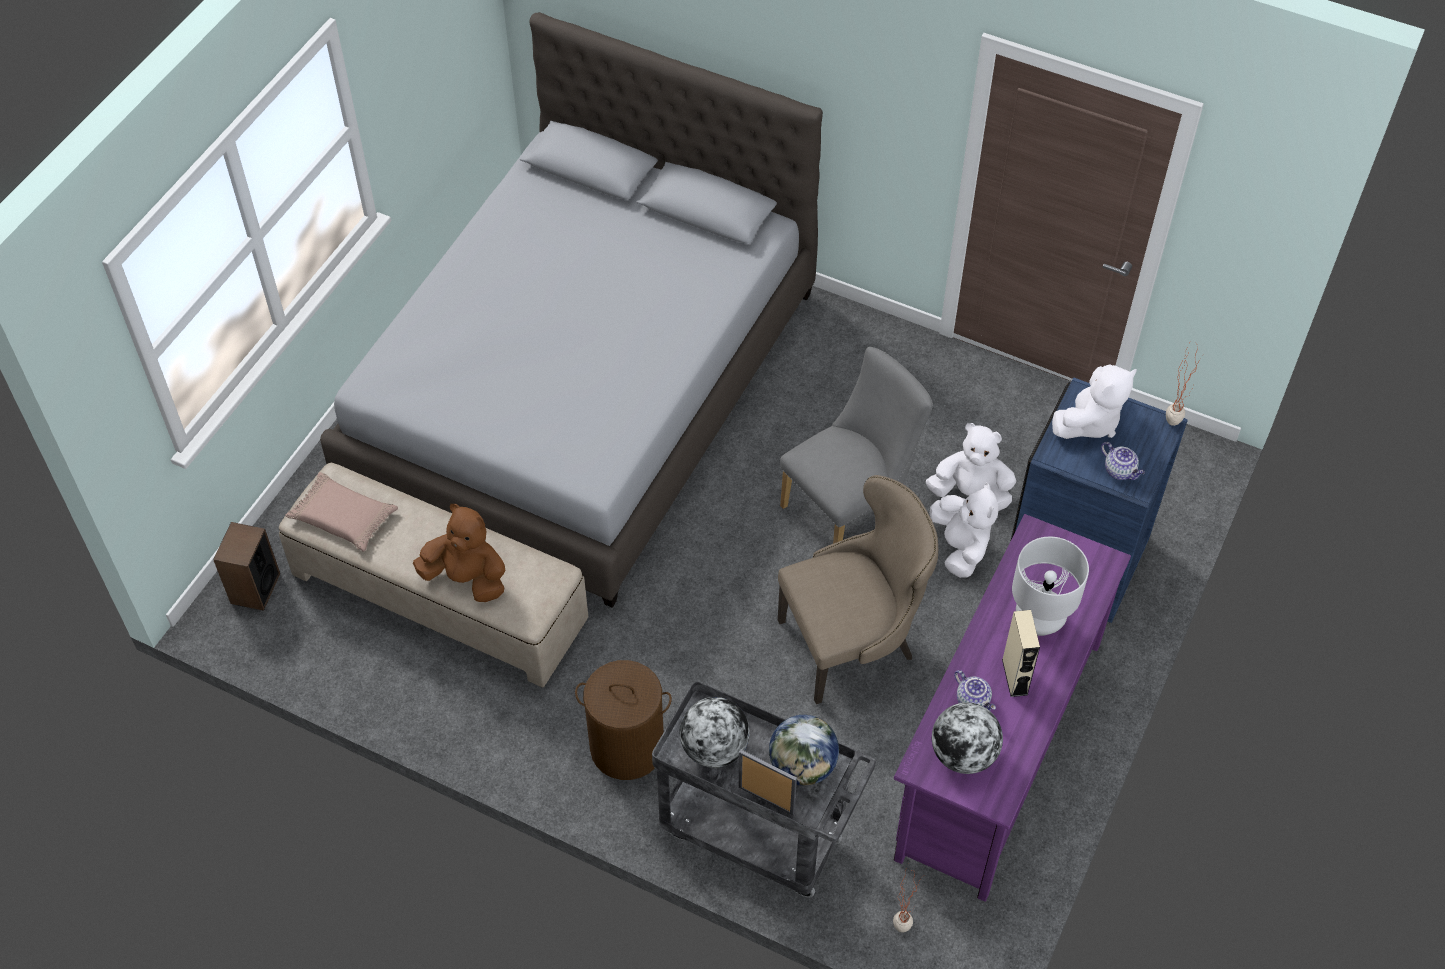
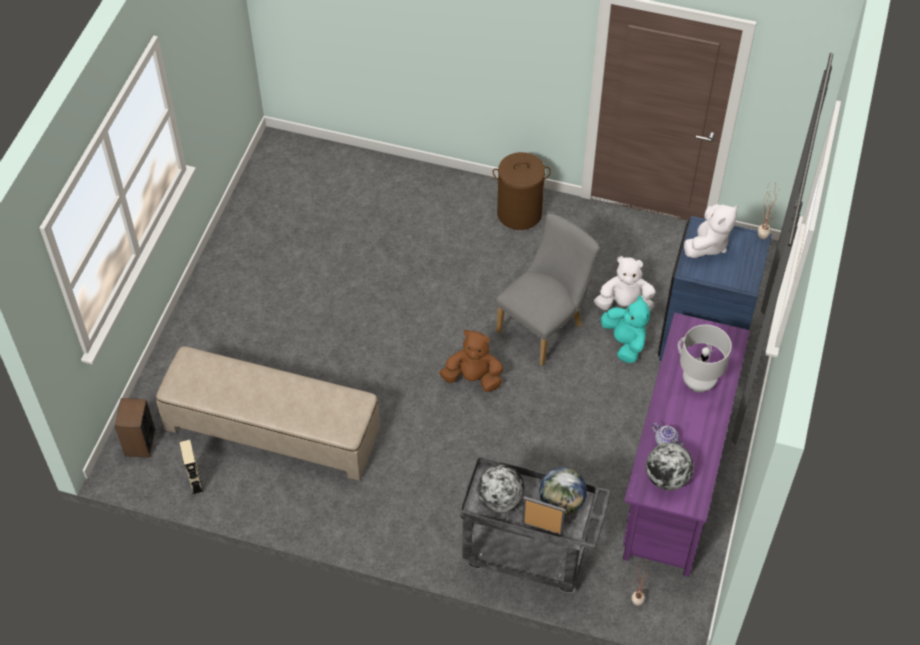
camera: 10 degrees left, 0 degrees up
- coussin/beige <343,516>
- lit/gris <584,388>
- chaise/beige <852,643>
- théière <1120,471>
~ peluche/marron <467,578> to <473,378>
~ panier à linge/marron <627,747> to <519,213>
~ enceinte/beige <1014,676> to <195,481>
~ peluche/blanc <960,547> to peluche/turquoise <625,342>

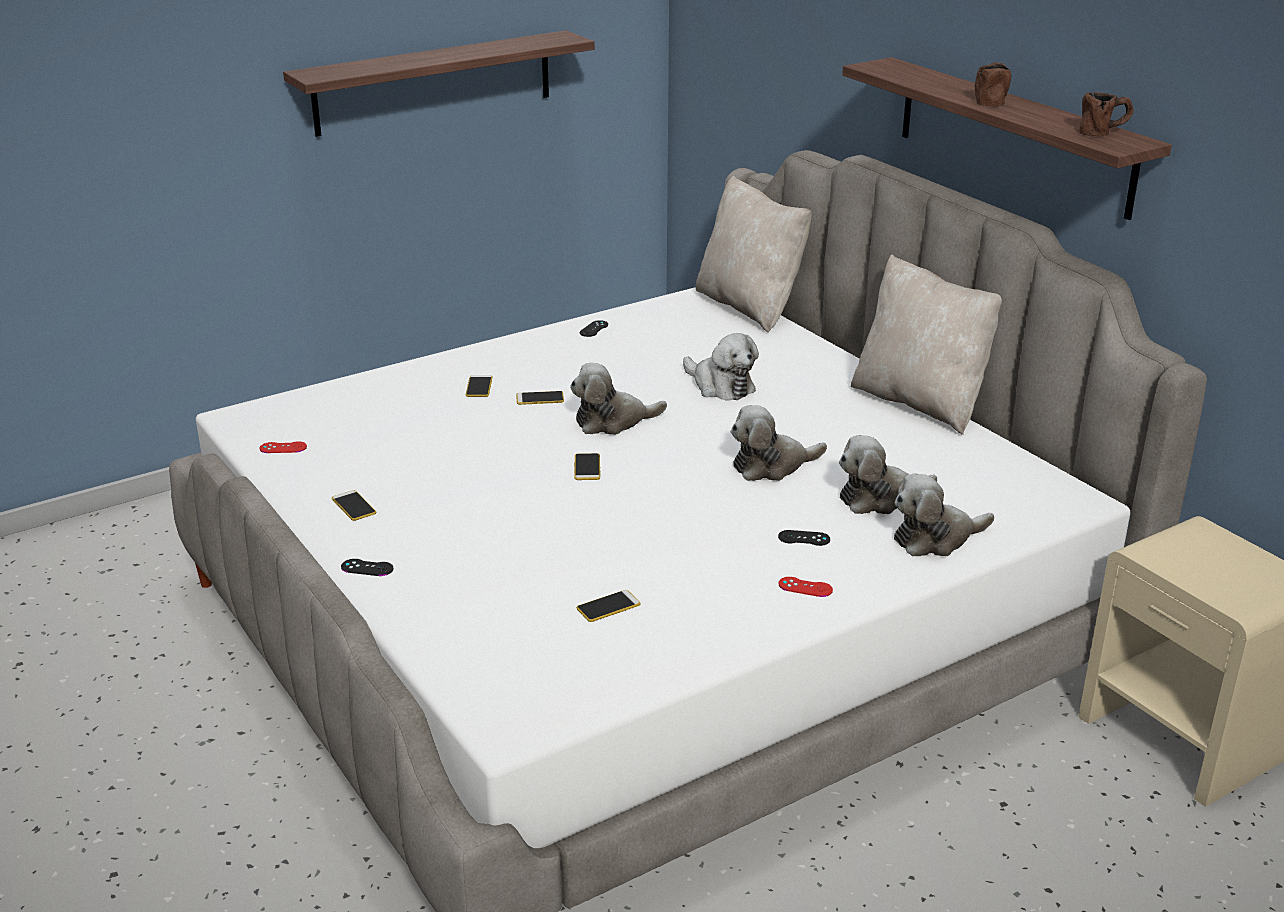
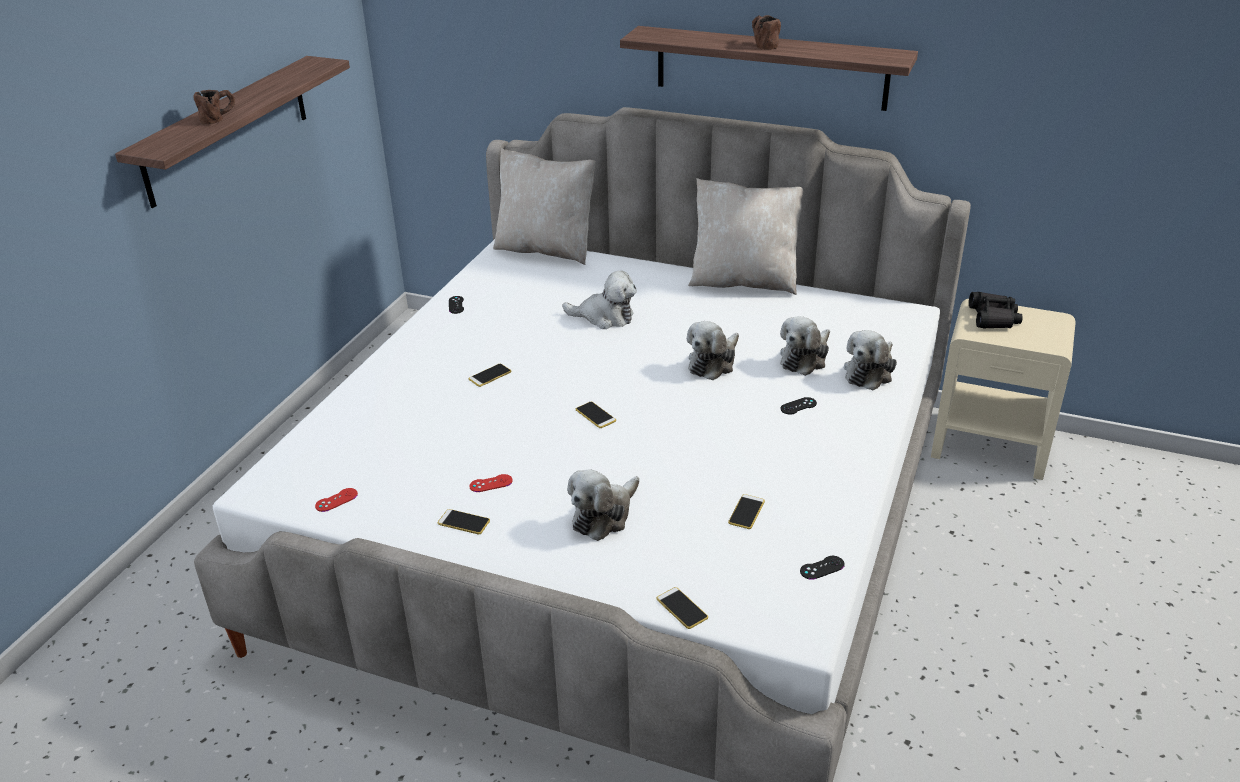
camera: 35 degrees left, 5 degrees up
+ jumelles/noir <993,318>
~ manette/noir <367,568> to <822,568>
~ téléphone <479,386> to <682,608>
~ peluche <613,421> to <604,515>
~ manette/rouge <805,587> to <491,483>
~ mug/marron <1104,132> to <219,119>

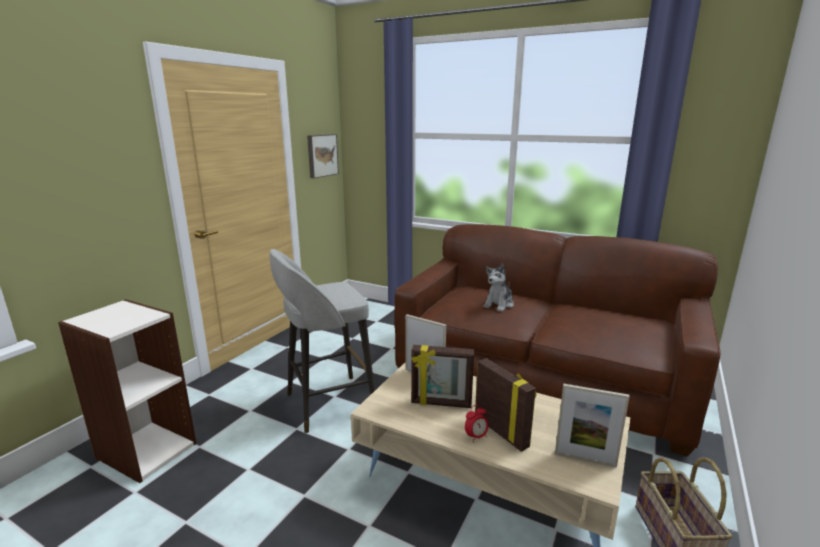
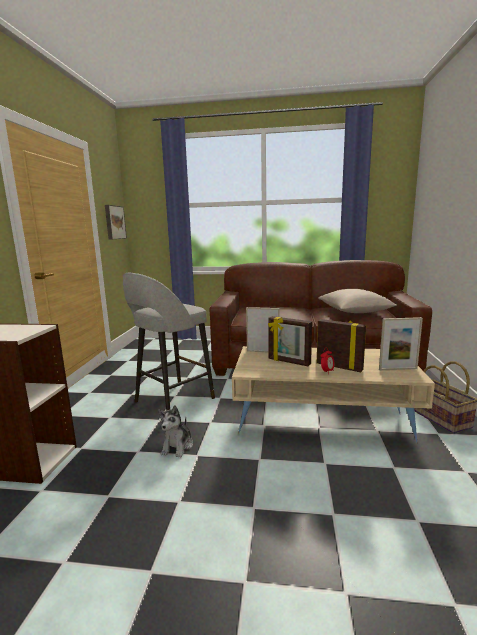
camera: 20 degrees left, 5 degrees down
+ coussin/beige <354,311>
~ peluche <499,304> to <177,446>
~ cadre photo <441,404> = <288,362> 45 degrees clockwise

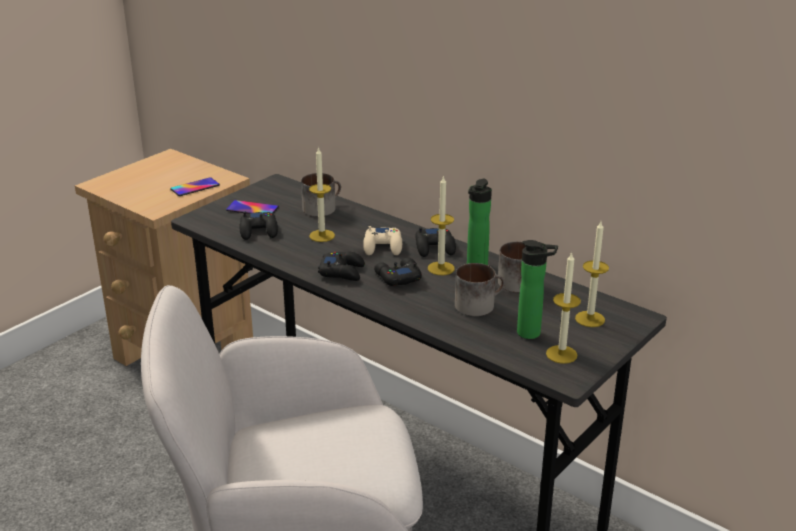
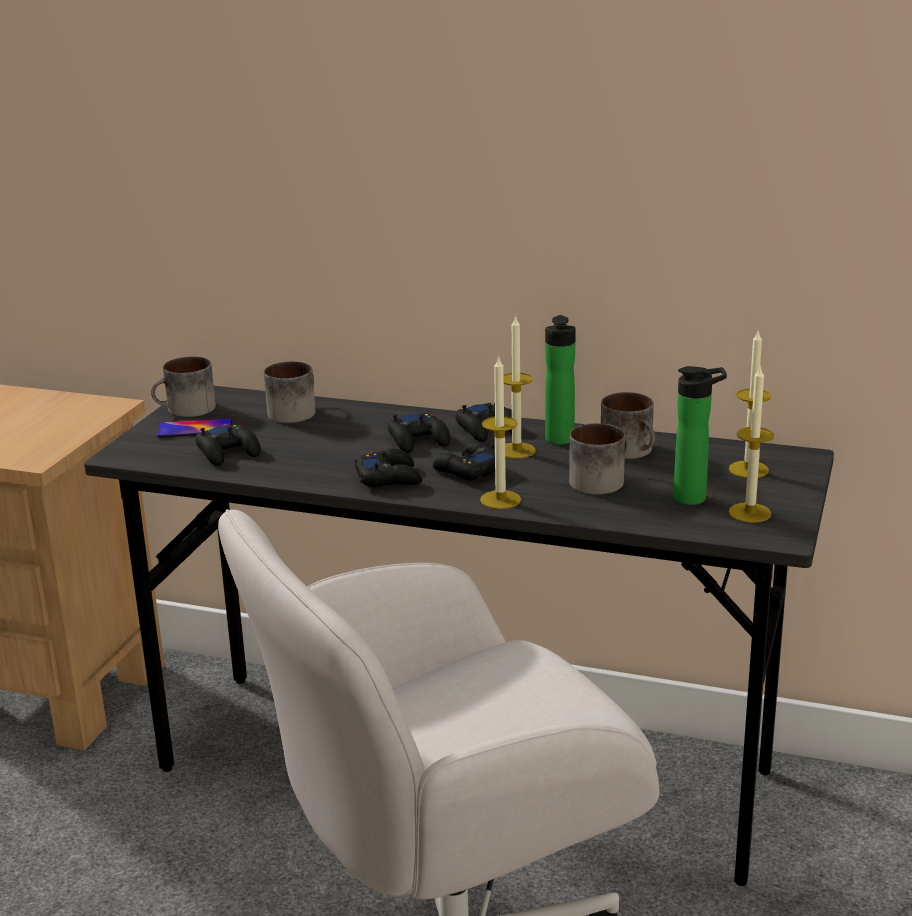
camera: 20 degrees left, 5 degrees down
- téléphone <195,187>
+ mug <186,410>
~ bougie <322,236> to <500,499>
~ manette/beige <383,246> to manette/noir <418,440>

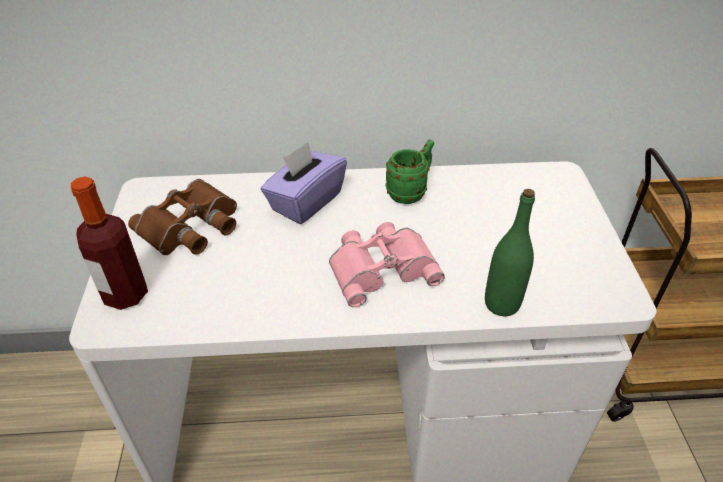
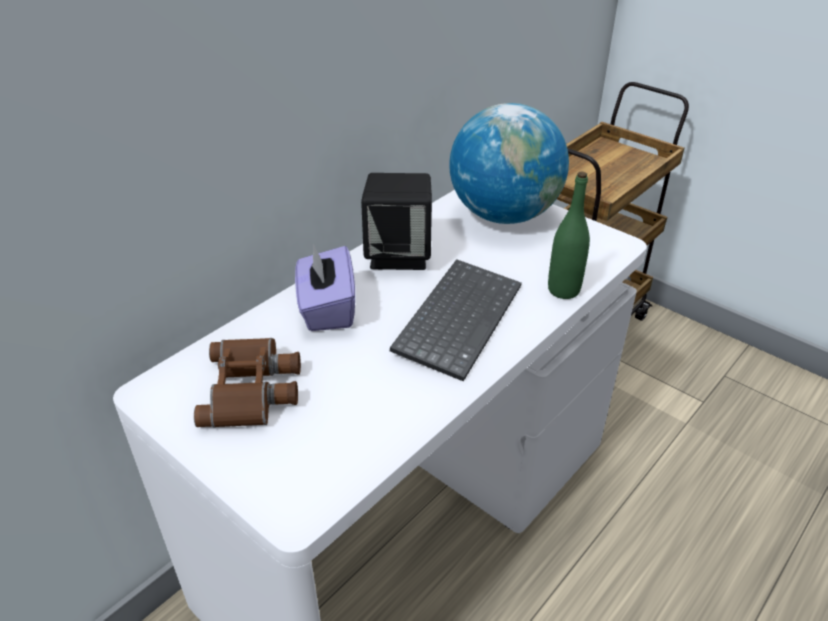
camera: 45 degrees left, 5 degrees down
- bouteille <125,294>
+ globe <504,215>
~ jumelles/rose <382,267> to clavier <457,317>
~ mug/vert <410,192> to enceinte/noir <399,255>

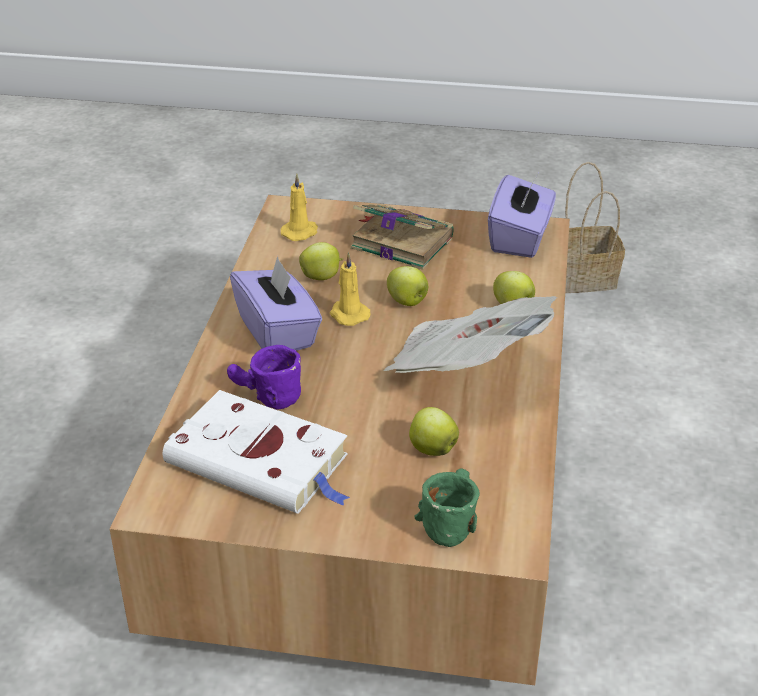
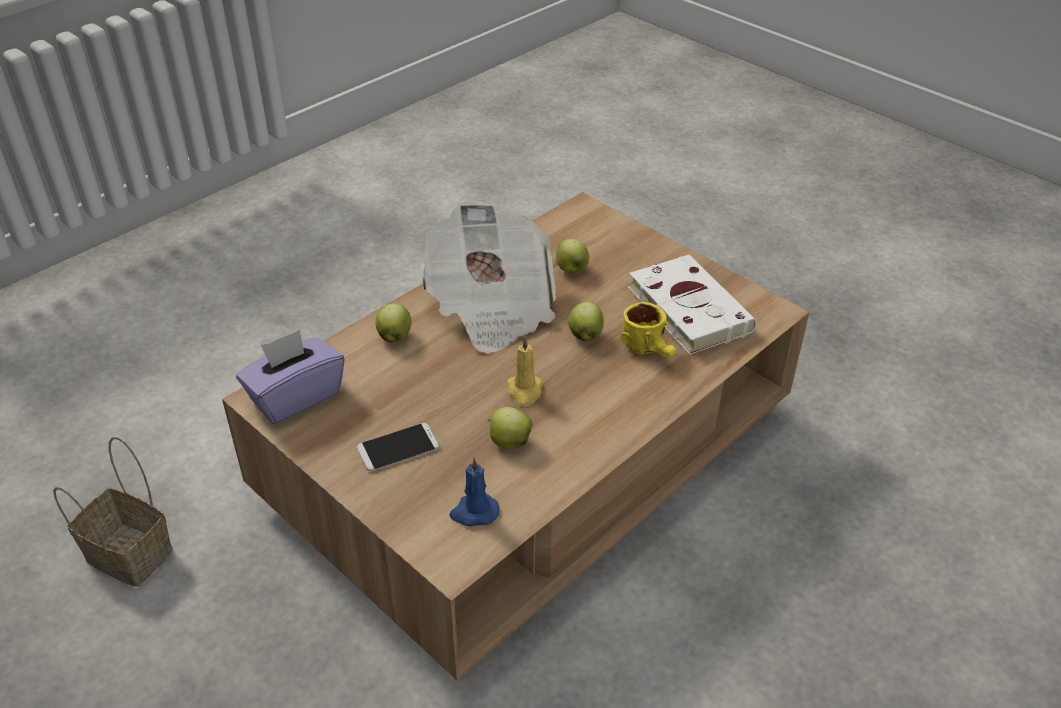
camera: 145 degrees left, 5 degrees up
- boîte à mouchoirs/violet <278,332>
- mug/vert <448,519>
~ pomme <408,302> to <585,335>
~ livre <400,242> to téléphone <398,448>
~ mug/violet <264,397> to mug/jaune <651,351>
~ bougie/jaune <300,232> to bougie/bleu <474,512>

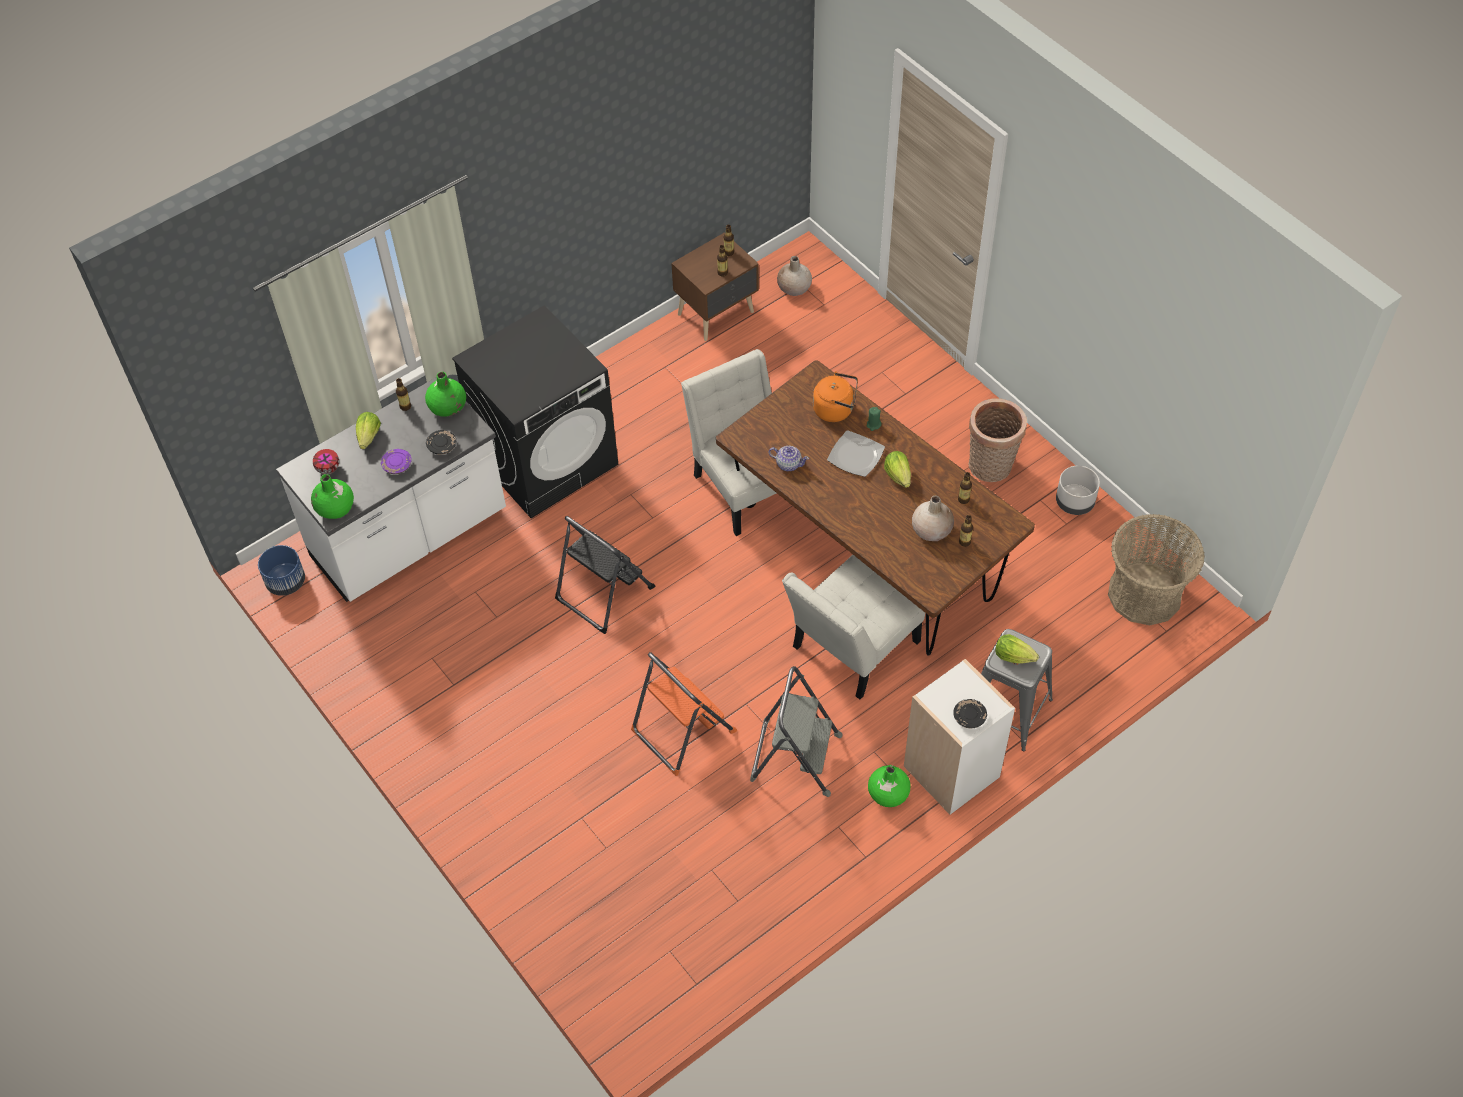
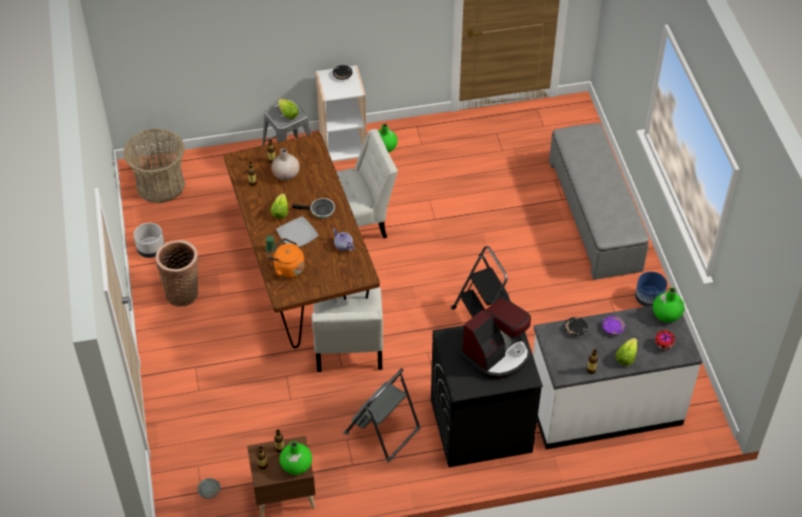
camera: 155 degrees left, 5 degrees down
- escabeau/orange <679,732>
+ poêle <320,210>
+ machine à café <497,354>
+ banc/gris <595,215>
~ cache-pot/bleu <285,582> to <649,299>
~ vase/vert <448,407> to <296,465>
~ escabeau/gris <792,756> to <384,432>
~ vase/beige <794,288> to assiette/gris <209,490>

